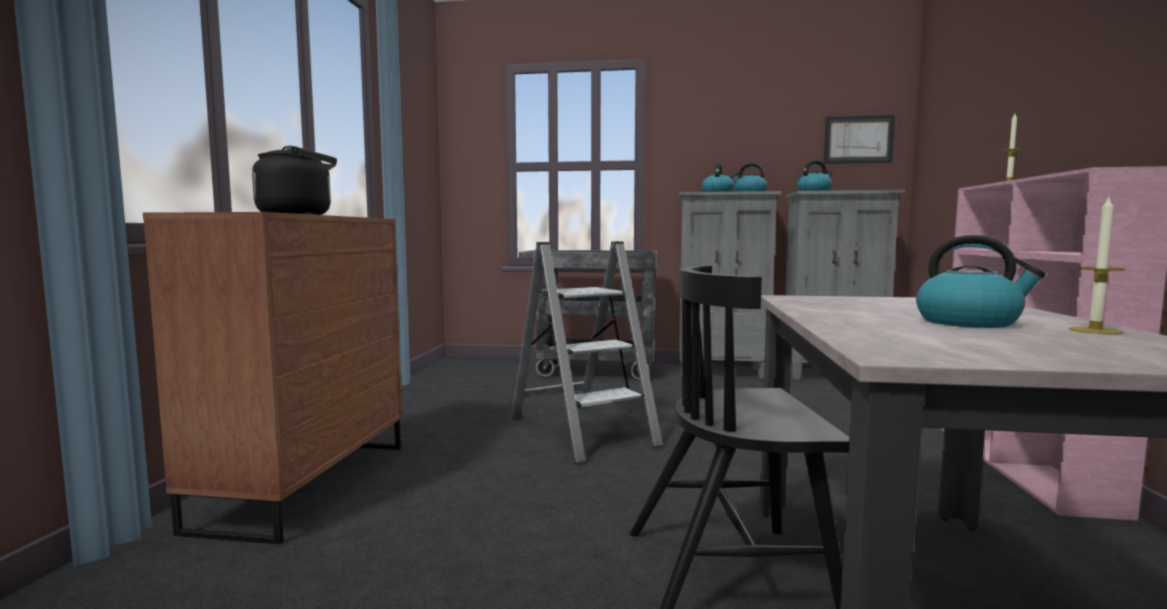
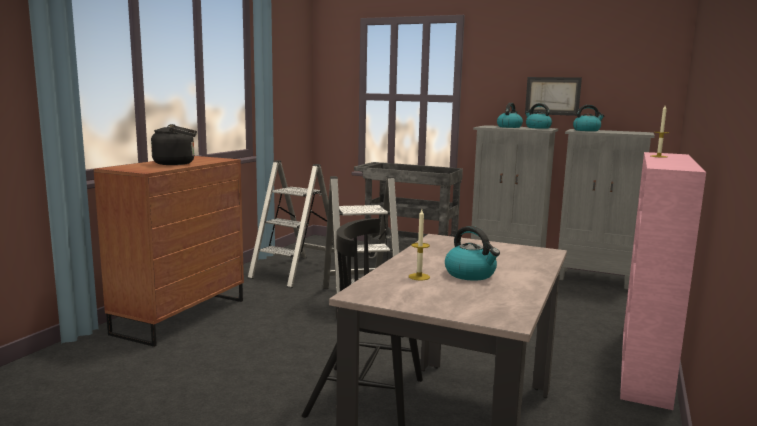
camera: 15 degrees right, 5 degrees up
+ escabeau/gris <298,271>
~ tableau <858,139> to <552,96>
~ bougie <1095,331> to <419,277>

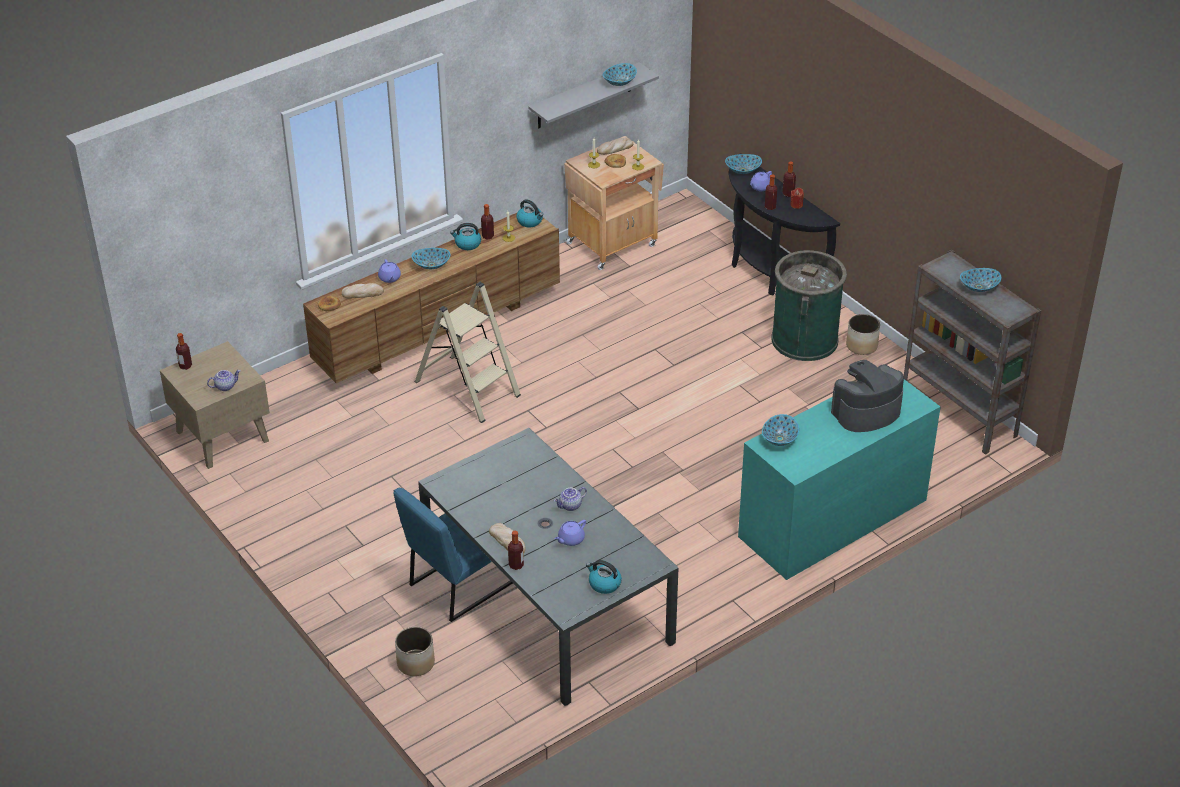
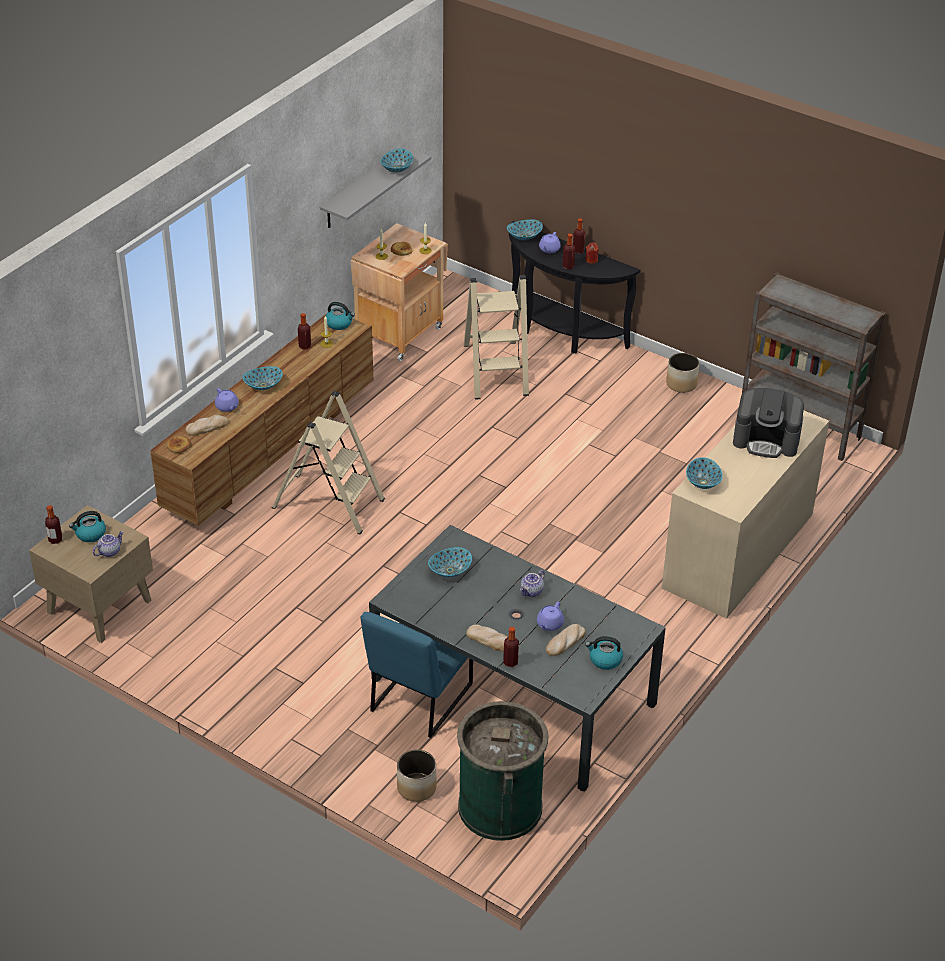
camera: 20 degrees left, 0 degrees up
+ escabeau/beige <495,369>
~ bouilloire <467,244> to <90,534>
~ pain <615,148> to <565,642>
~ poubelle/vert <804,339> to <500,806>
~ bol <979,287> to <450,571>
~ commode/turquoise <831,518> to commode/beige <737,551>
~ machine à café <865,412> = <766,440> 120 degrees counterclockwise

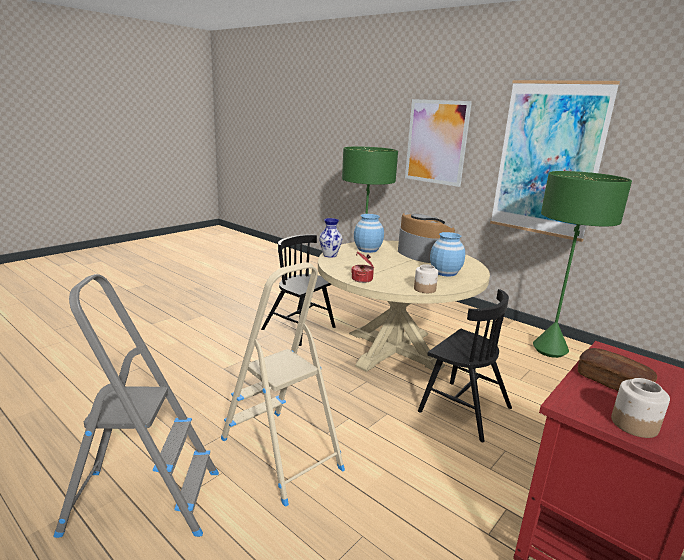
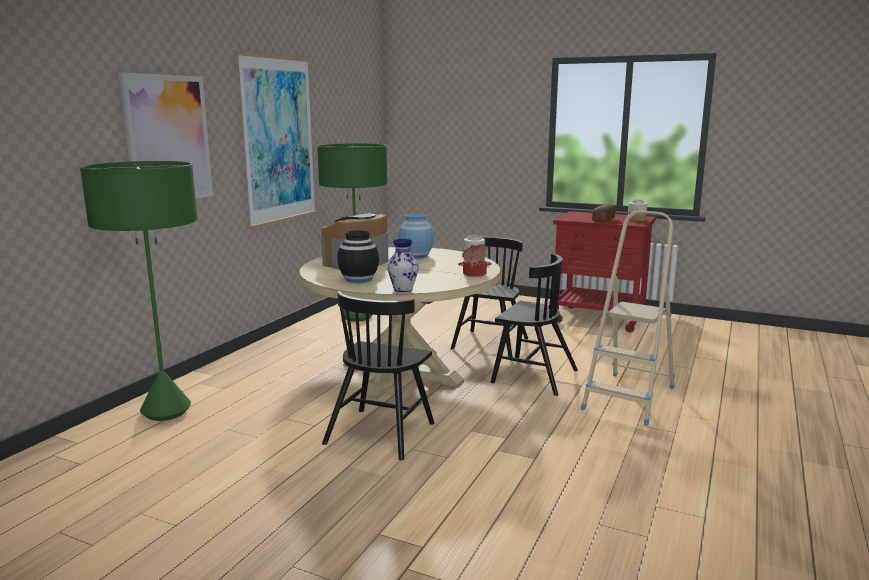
camera: 105 degrees left, 5 degrees down
- escabeau/gris <145,502>
+ chaise/noir <530,375>
~ vase/bleu <367,249> to vase/noir <359,279>

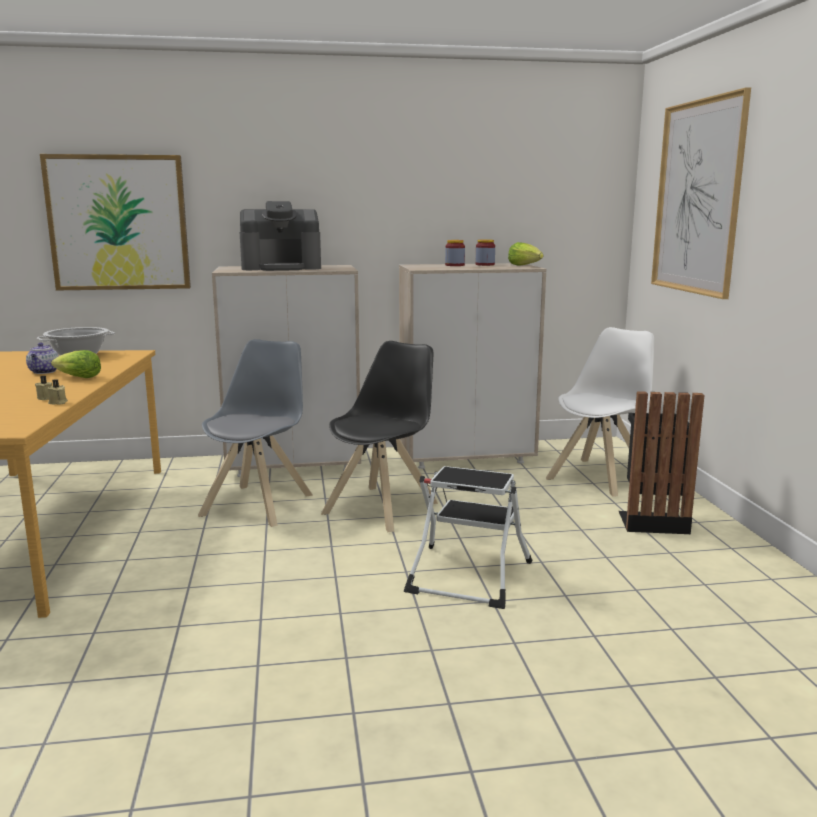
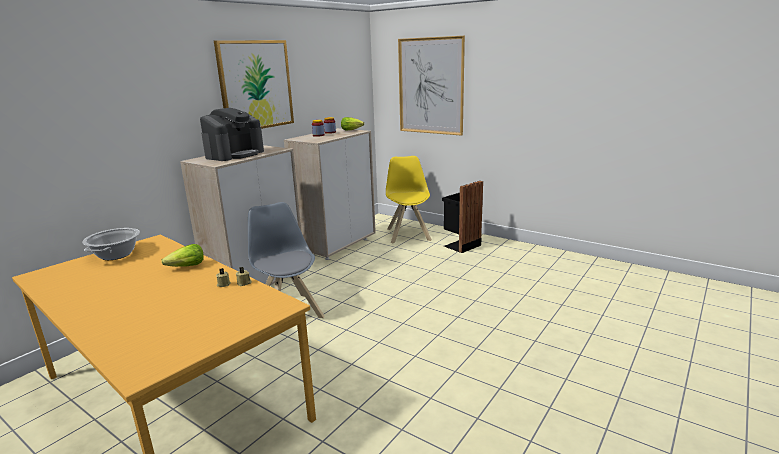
camera: 45 degrees left, 5 degrees up
- théière <44,372>
- chaise/noir <383,507>
- escabeau <468,573>
~ tableau <118,223> to <256,85>
~ chaise/blanc <600,476> to chaise/jaune <408,234>

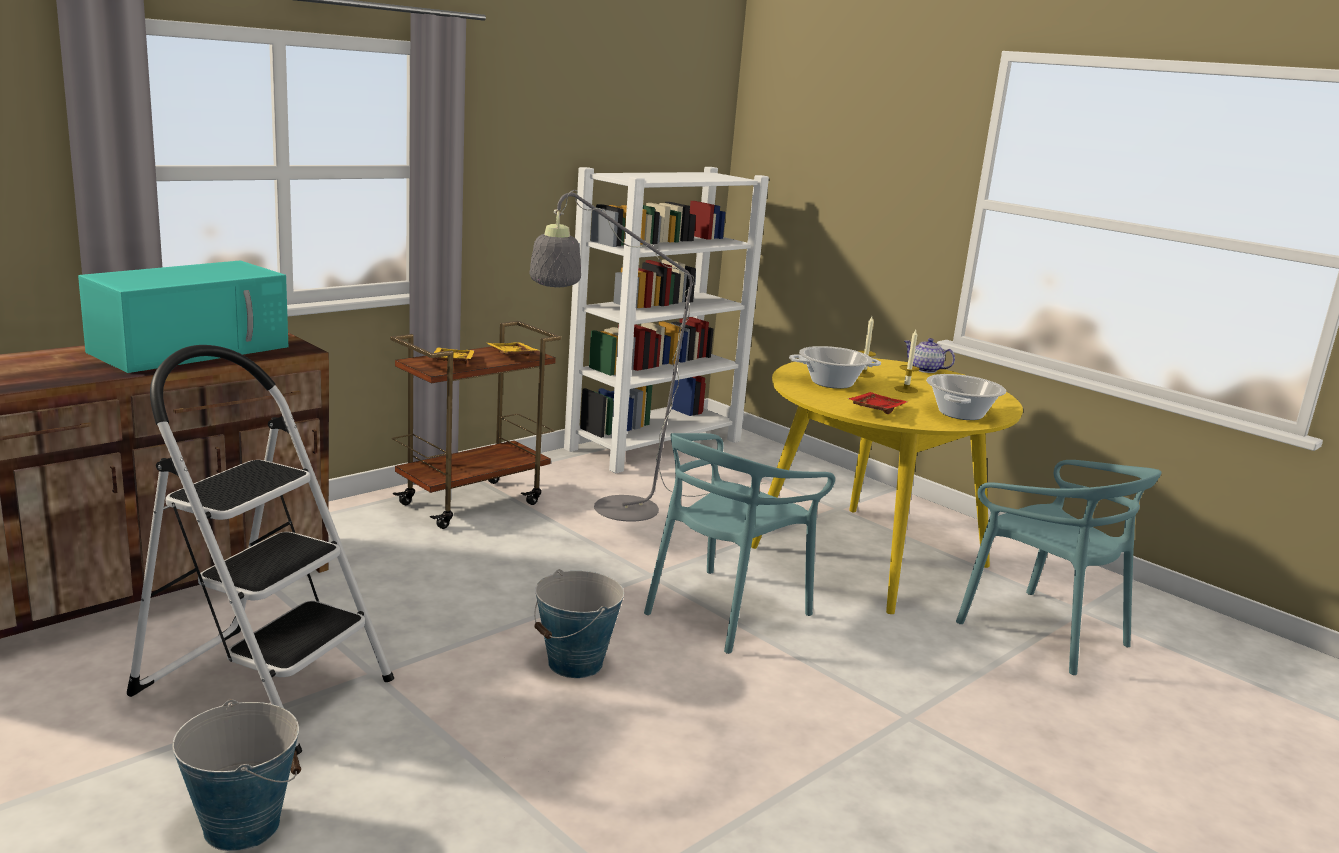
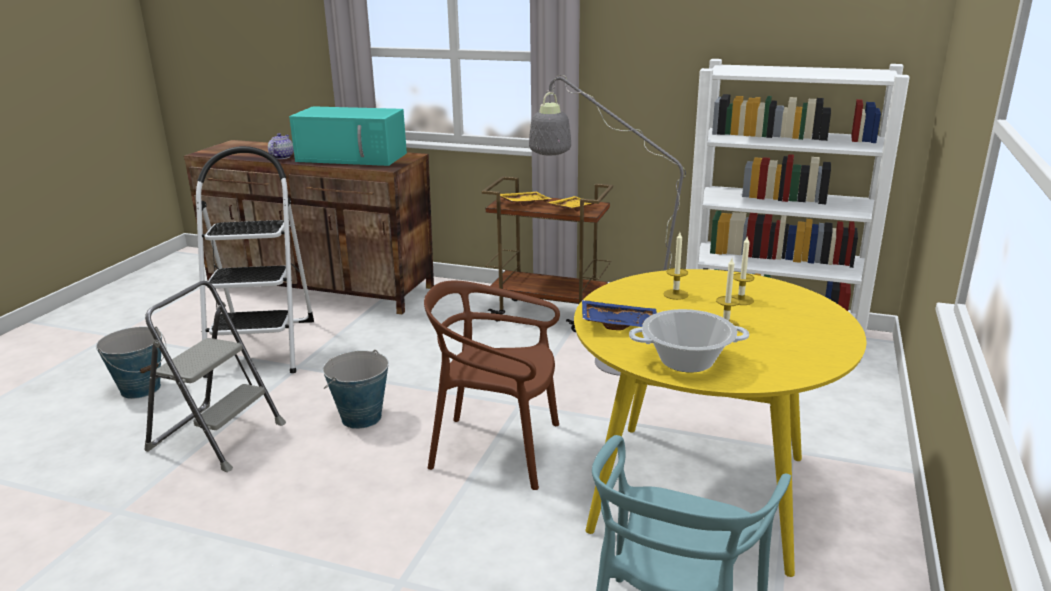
camera: 65 degrees right, 5 degrees up
+ escabeau/gris <213,435>
~ théière <925,370> to <281,157>
~ marmite <832,383> to bougie <675,294>
~ chaise/turquoise <725,611> to chaise/marron <497,449>
~ plateau/rouge <875,410> to plateau/bleu <619,324>

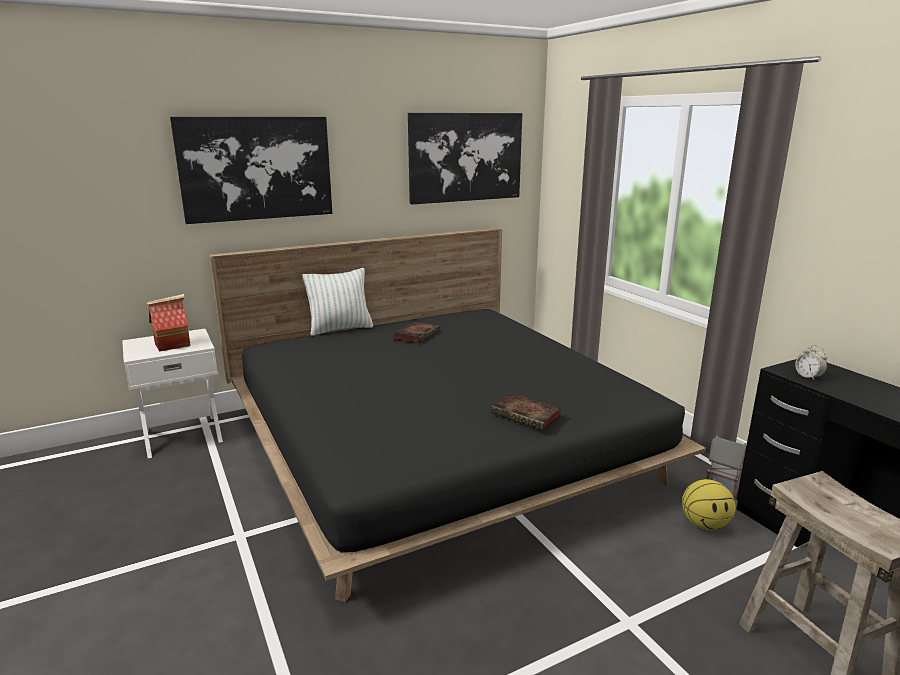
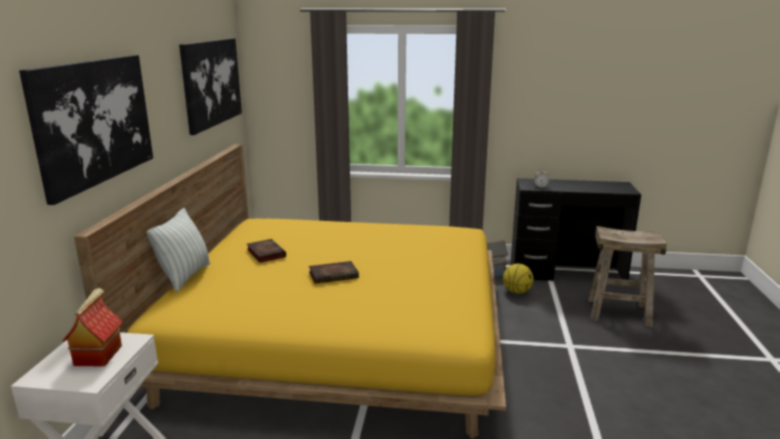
camera: 55 degrees left, 0 degrees up
~ livre <528,415> to <334,275>
~ lit/noir <439,447> to lit/jaune <339,334>

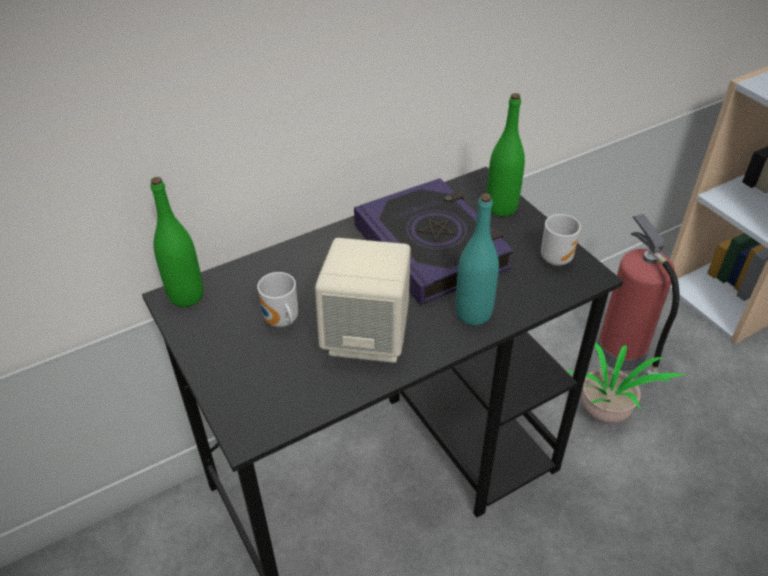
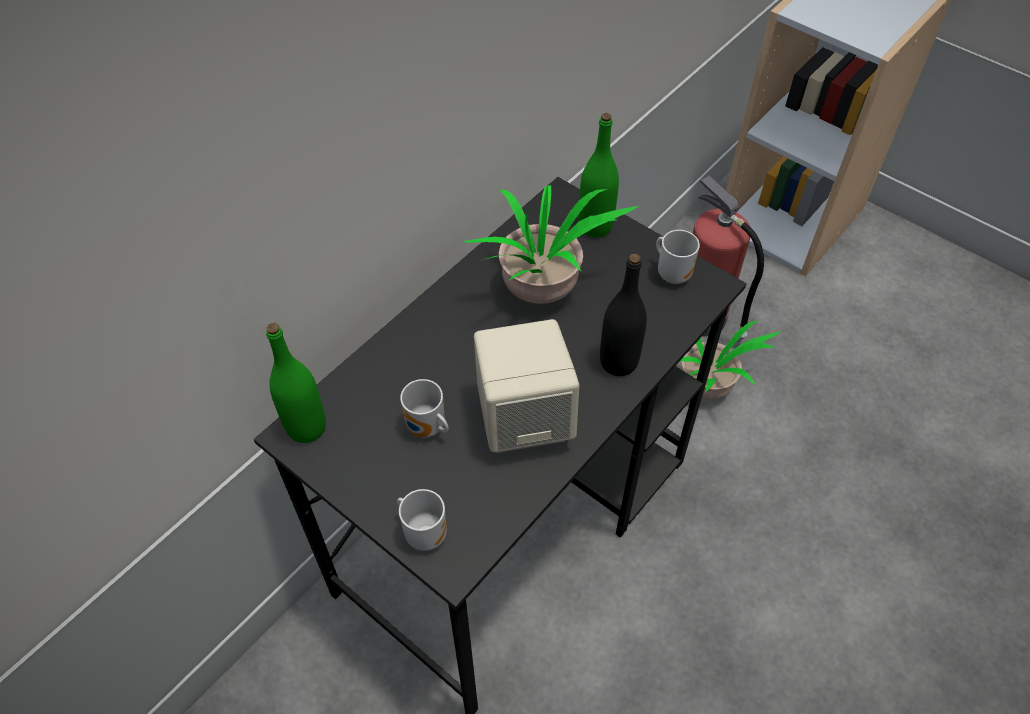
camera: 20 degrees left, 10 degrees up
+ mug <425,532>
~ livre <431,247> to plante en pot <543,294>
~ bouteille/turquoise <473,313> to bouteille/noir <618,362>

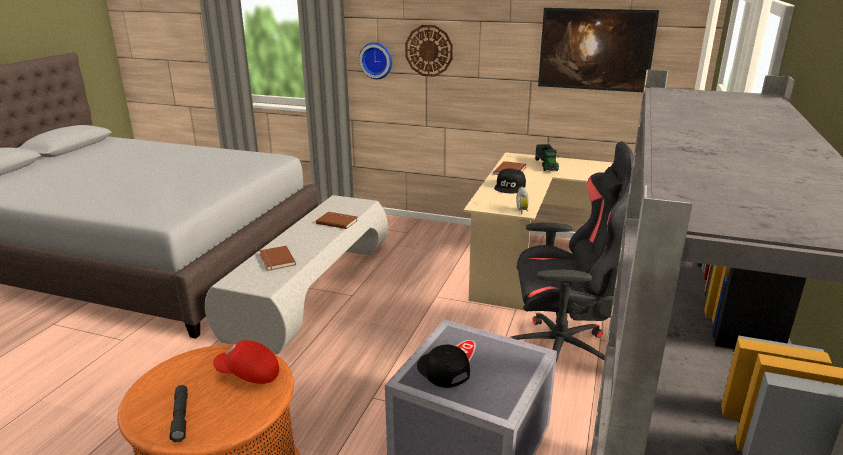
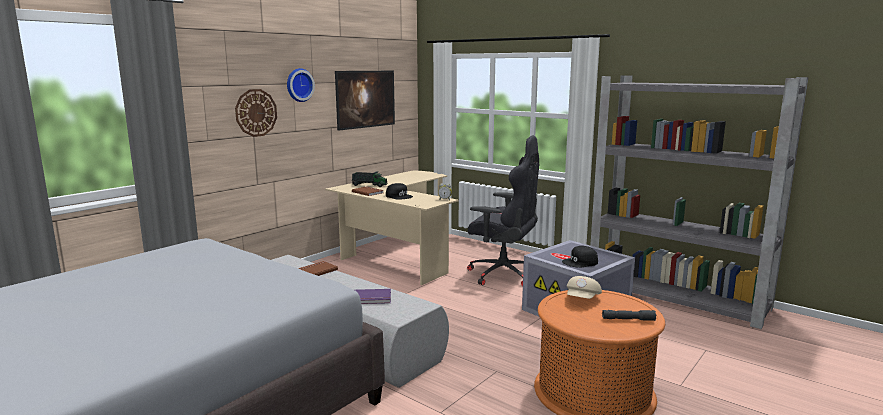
camera: 70 degrees left, 10 degrees down
~ horloge murale <376,60> to <299,85>
~ casquette/rouge <248,374> to casquette/beige <583,299>
~ livre/marron <276,260> to livre/violet <371,298>
~ chaise de bureau/noir <557,352> = <502,274> 90 degrees clockwise

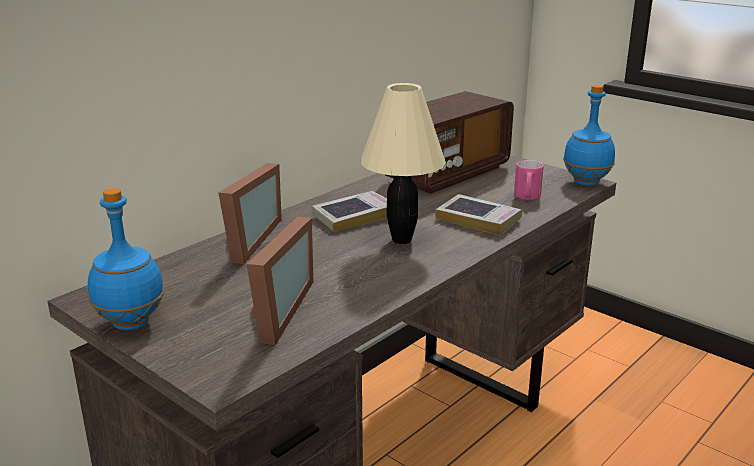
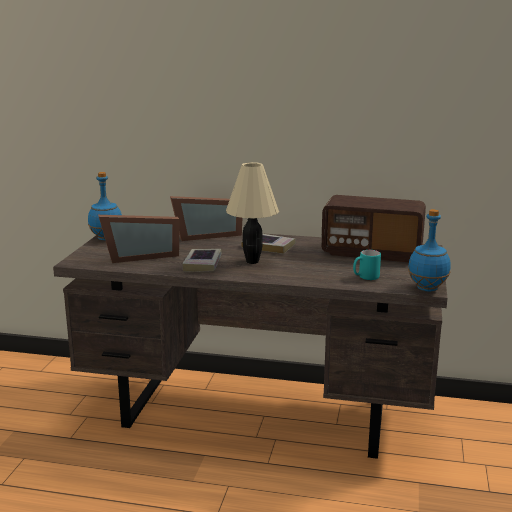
camera: 60 degrees right, 5 degrees down
~ livre <478,220> to <202,264>
~ mug/rose <527,198> to mug/turquoise <365,278>

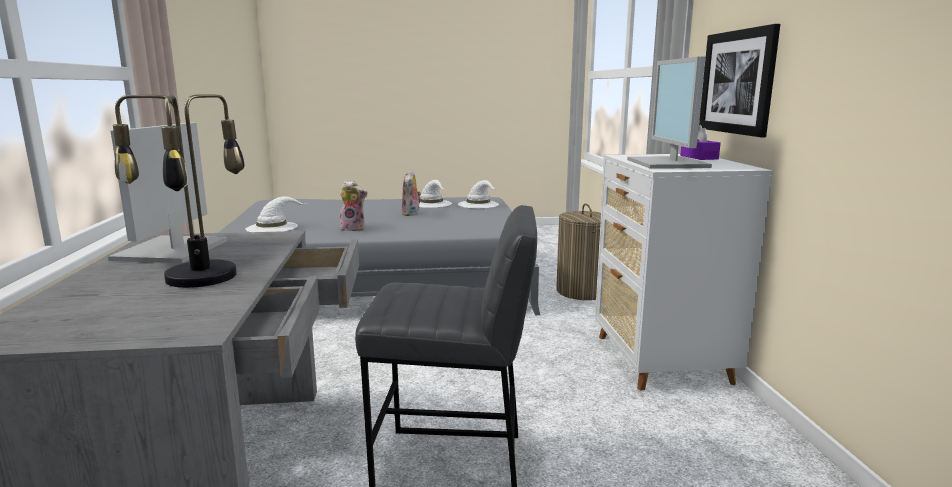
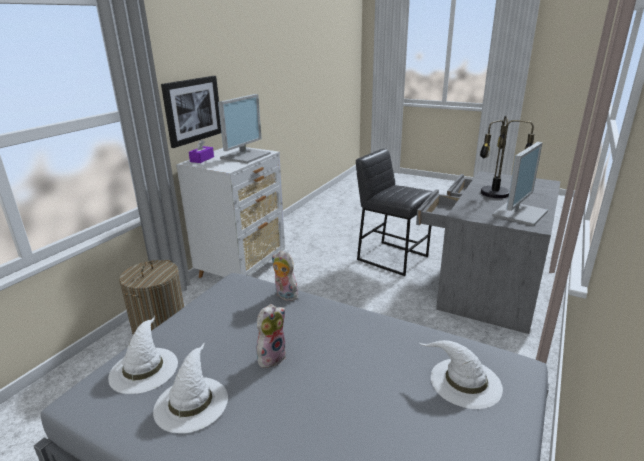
camera: 145 degrees left, 10 degrees up
~ peluche <354,228> to <284,295>

